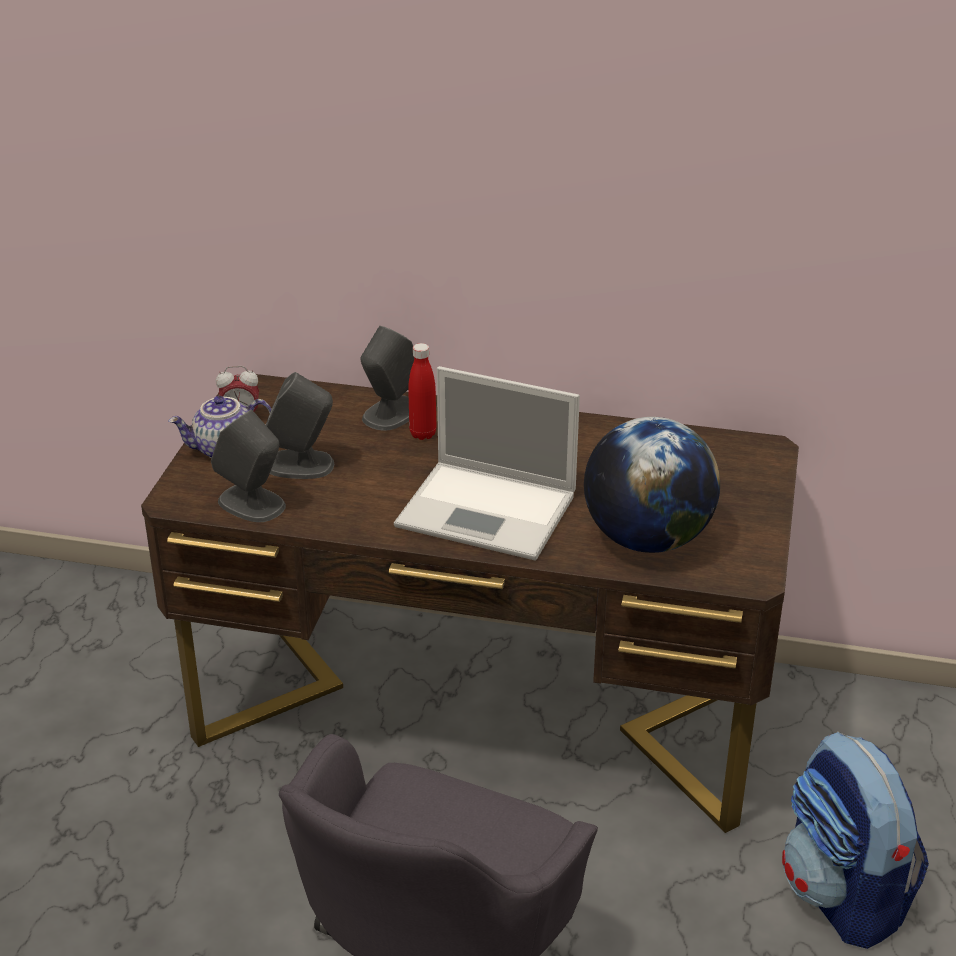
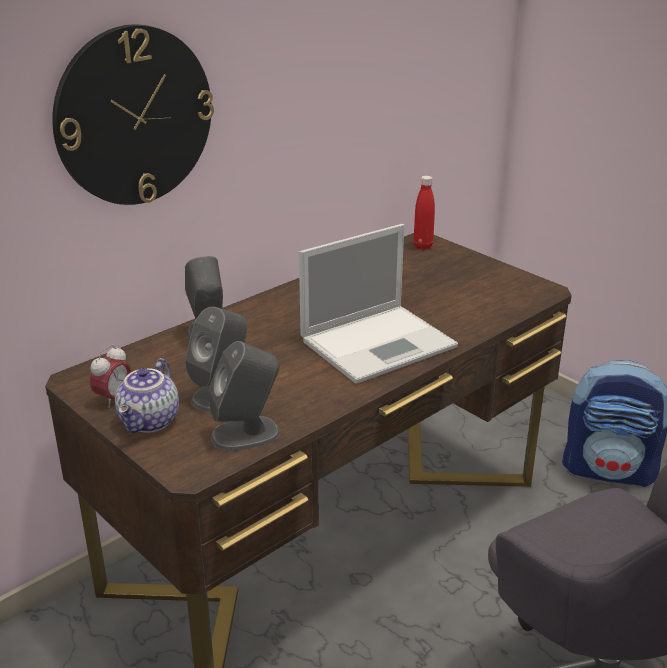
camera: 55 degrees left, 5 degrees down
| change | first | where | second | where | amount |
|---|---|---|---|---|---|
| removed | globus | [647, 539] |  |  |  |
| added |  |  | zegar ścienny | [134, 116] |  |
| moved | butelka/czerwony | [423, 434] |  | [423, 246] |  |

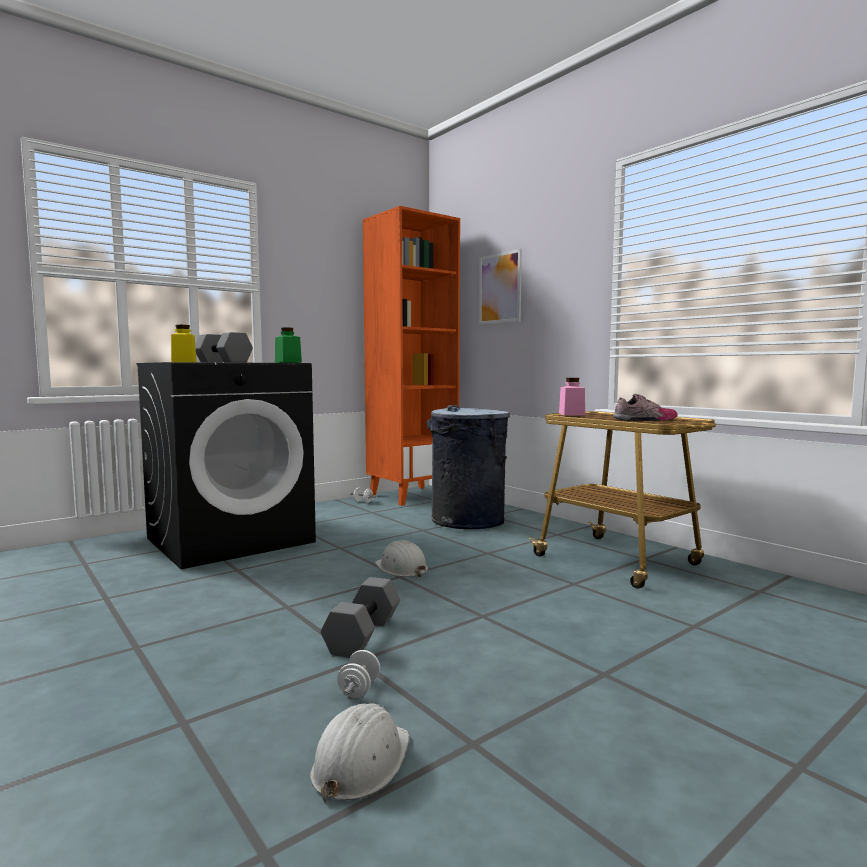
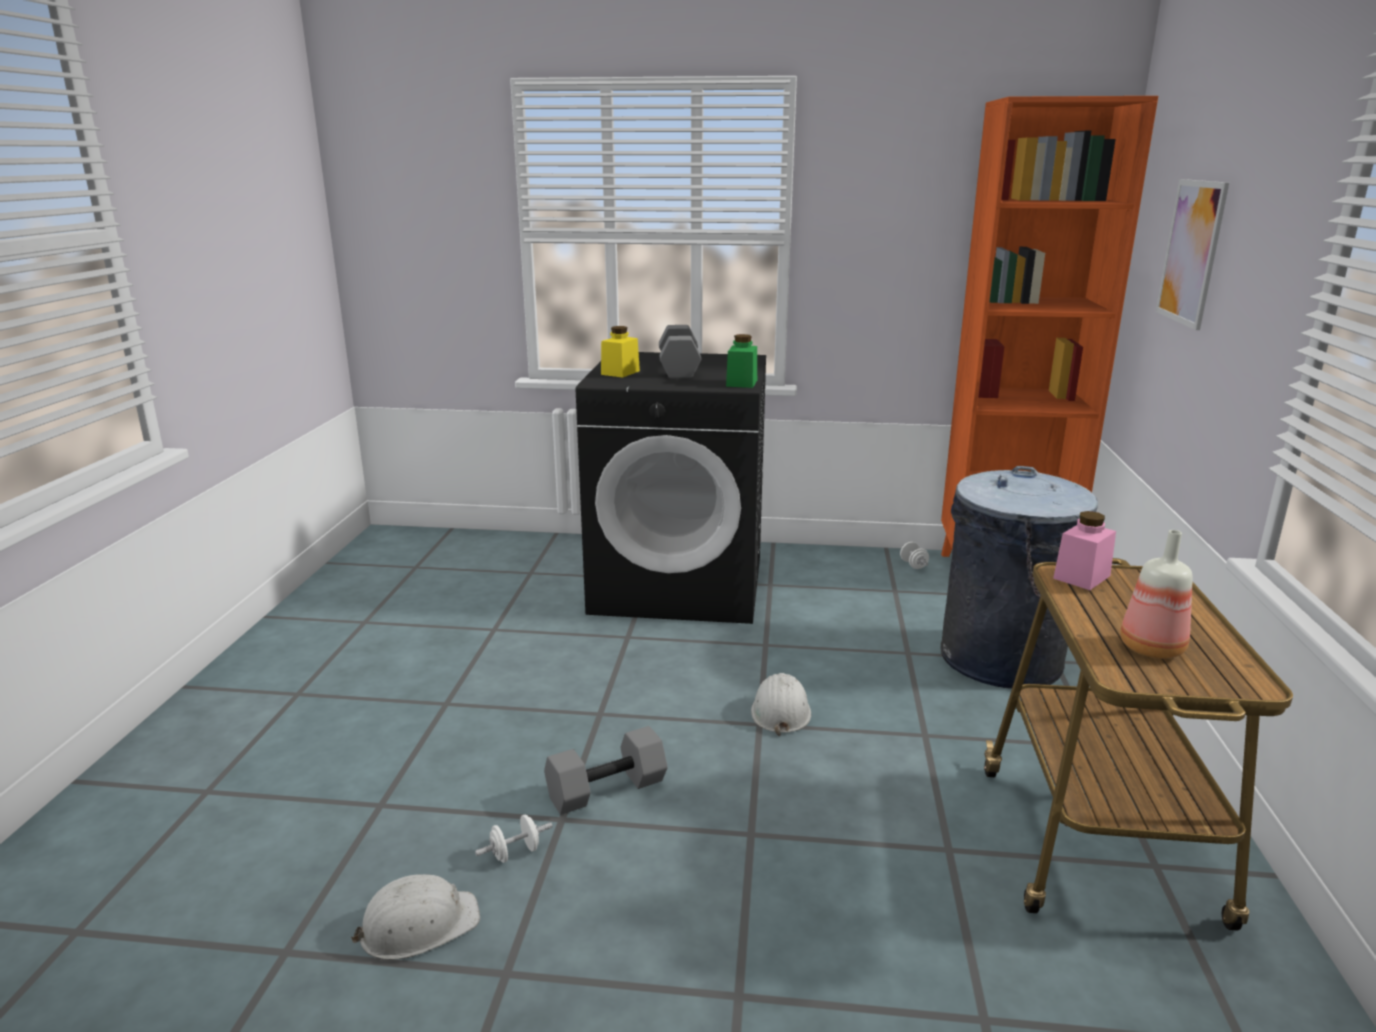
camera: 45 degrees right, 15 degrees up
| change | first | where | second | where | amount |
|---|---|---|---|---|---|
| replaced | but | [646, 420] | butelka | [1150, 647] |  |

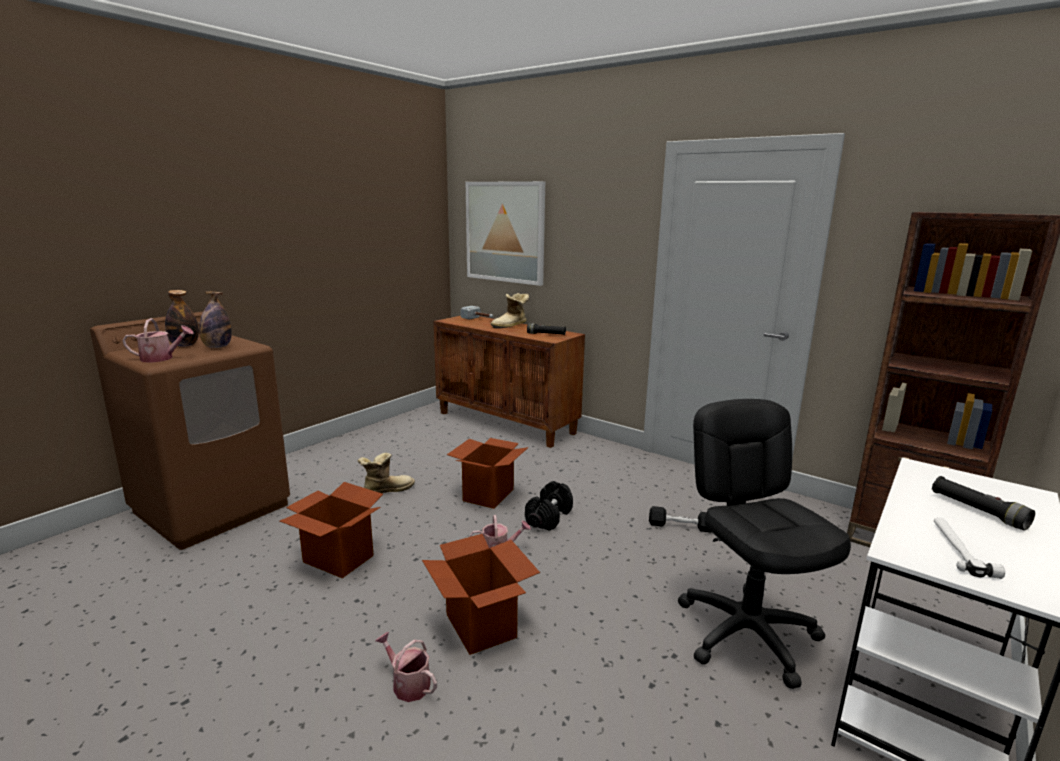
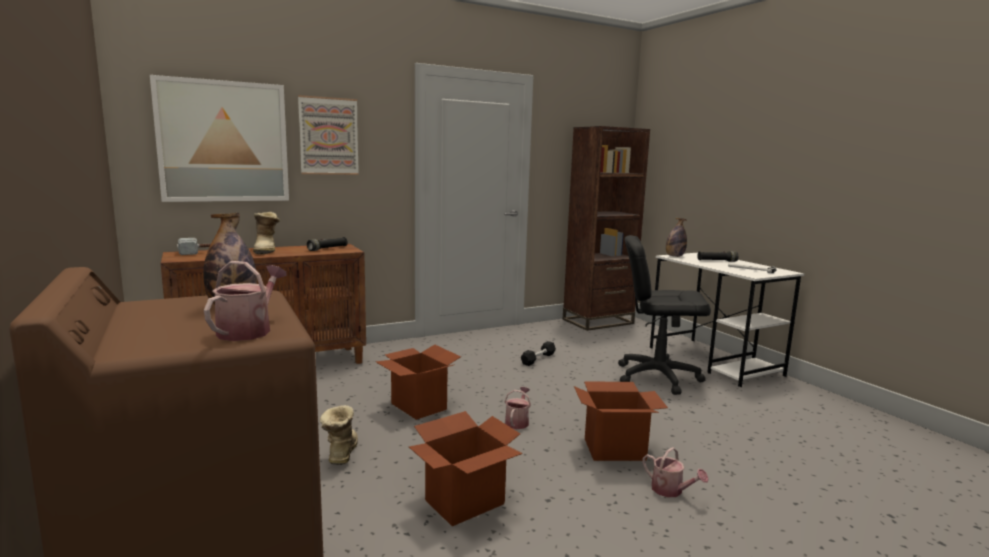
camera: 65 degrees left, 5 degrees down
| change | first | where | second | where | amount |
|---|---|---|---|---|---|
| removed | hantel/czarny | [549, 517] |  |  |  |
| added |  |  | obraz | [328, 136] |  |
| moved | butelka | [184, 345] |  | [674, 256] |  |
| turned | konewka | [407, 684] |  | [671, 491] | 105 degrees counterclockwise |

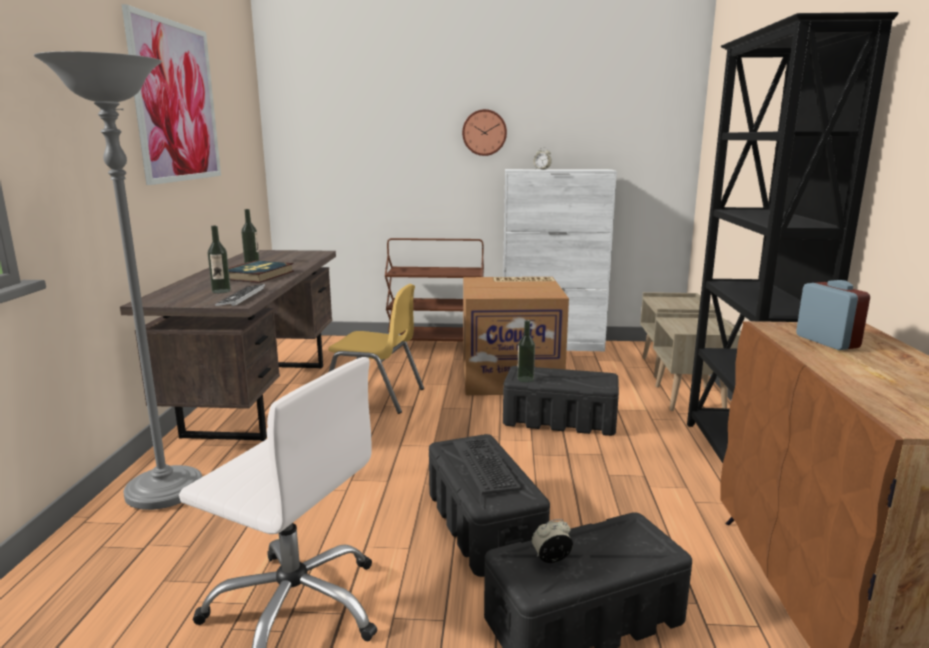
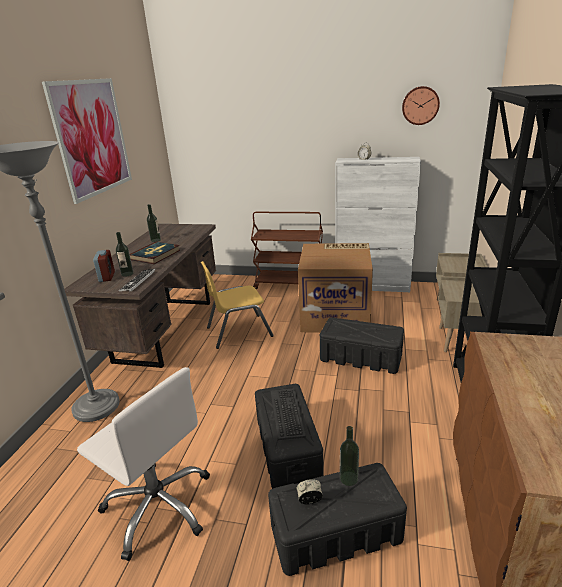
camera: 10 degrees right, 10 degrees up
| change | first | where | second | where | amount |
|---|---|---|---|---|---|
| moved | zegar ścienny | [484, 132] |  | [420, 105] |  |
| moved | butelka | [525, 379] |  | [348, 478] |  |
| moved | budzik | [827, 342] |  | [107, 277] |  |
| turned | krzesło/żółty | [374, 396] |  | [238, 331] | 135 degrees clockwise |

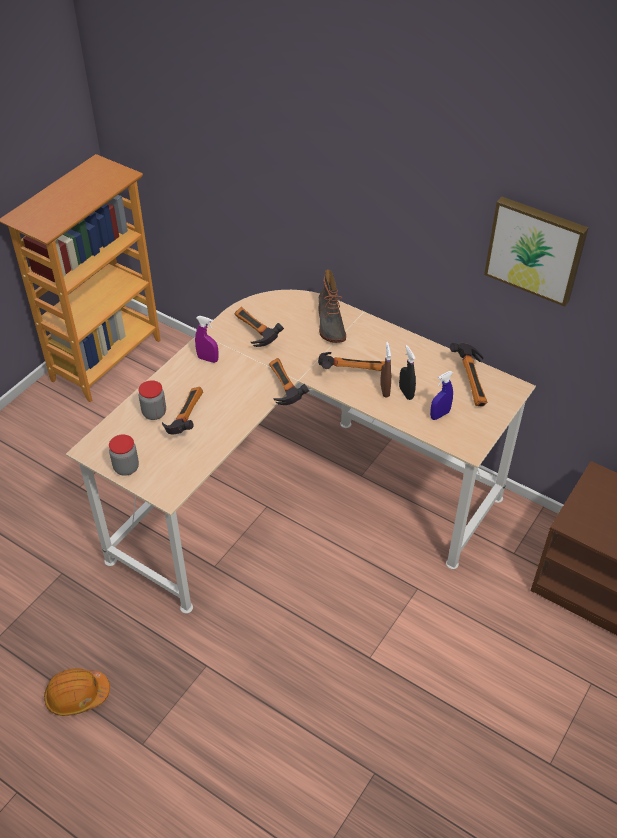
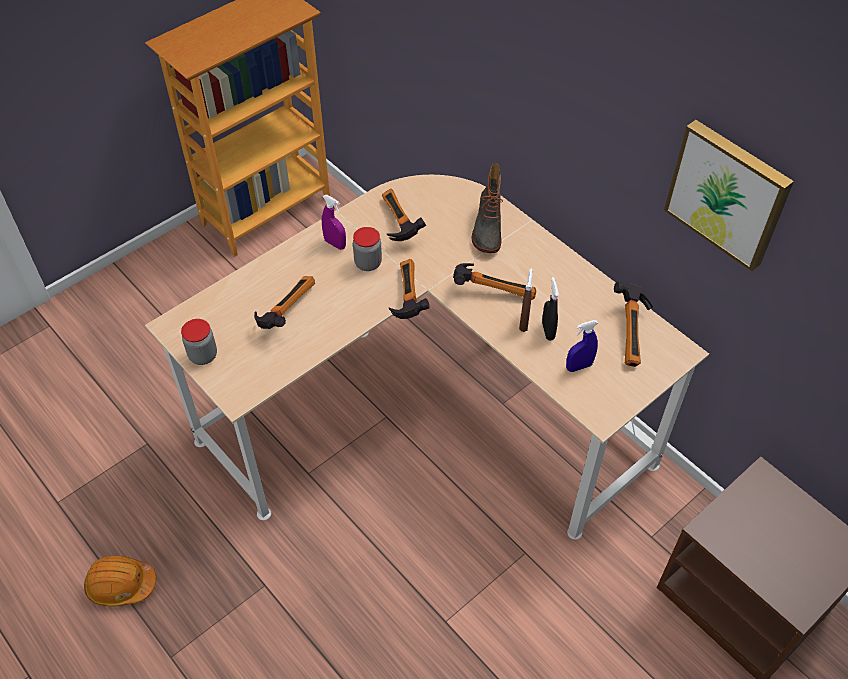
camera: 15 degrees right, 5 degrees up
| change | first | where | second | where | amount |
|---|---|---|---|---|---|
| moved | słoik | [154, 413] |  | [368, 263] |  |

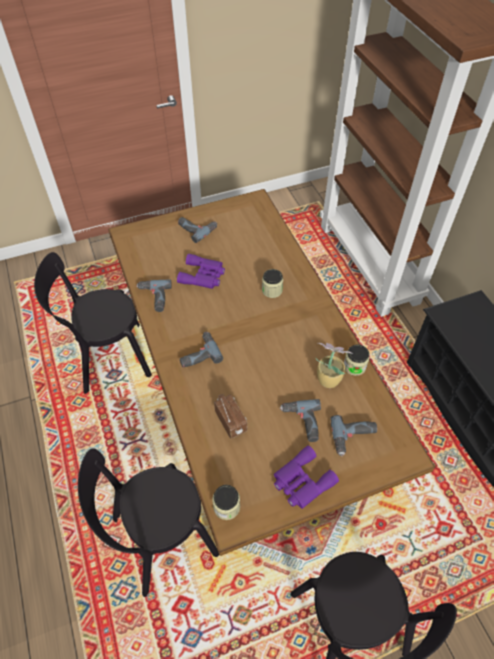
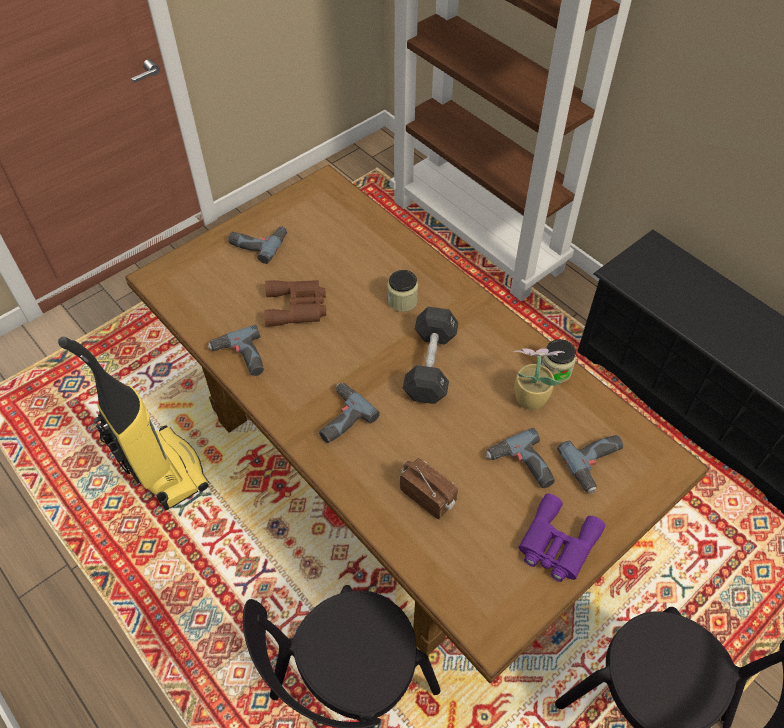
camera: 20 degrees left, 0 degrees up
| change | first | where | second | where | amount |
|---|---|---|---|---|---|
| removed | słoik | [226, 506] |  |  |  |
| added |  |  | hantel/czarny | [430, 365] |  |
| replaced | krzesło/czarny | [108, 358] | odkurzacz | [165, 470] |  |
| recoloured | lornetka/fioletowy | [203, 276] | lornetka/brązowy | [297, 307] |  |

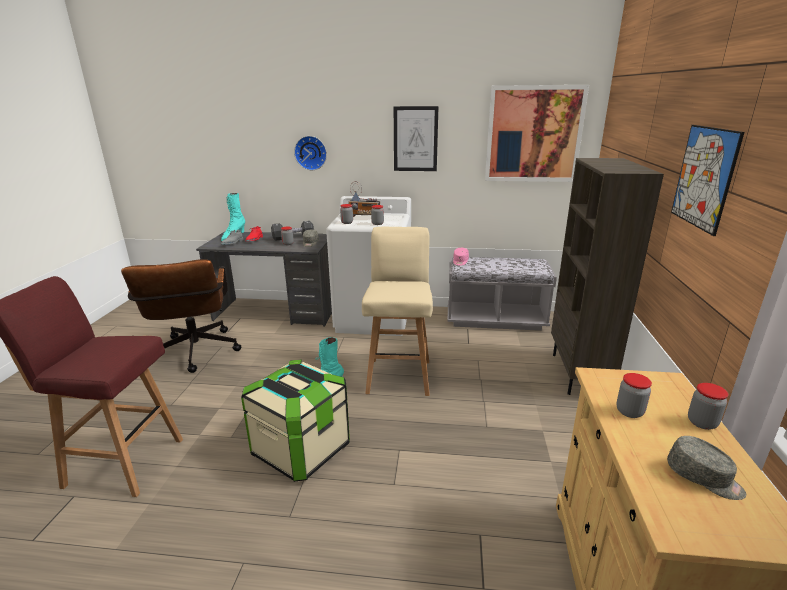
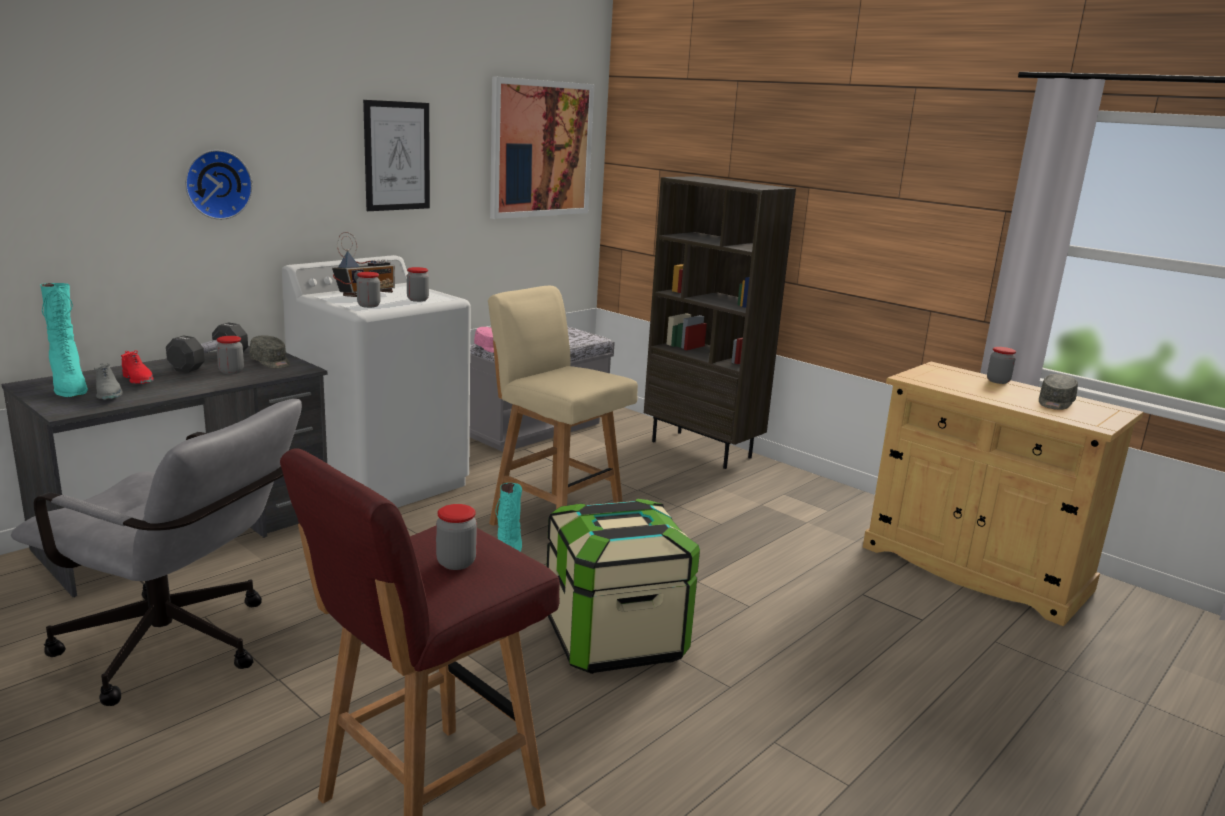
camera: 55 degrees left, 5 degrees down
| change | first | where | second | where | amount |
|---|---|---|---|---|---|
| removed | obraz | [704, 177] |  |  |  |
| moved | słoik | [629, 411] |  | [456, 562] |  |
| recoloured | krzesło biurowe/brązowy | [195, 355] | krzesło biurowe/szary | [180, 650] |  |
| turned | czapka z daszkiem/szary | [704, 478] |  | [1055, 403] | 135 degrees clockwise |

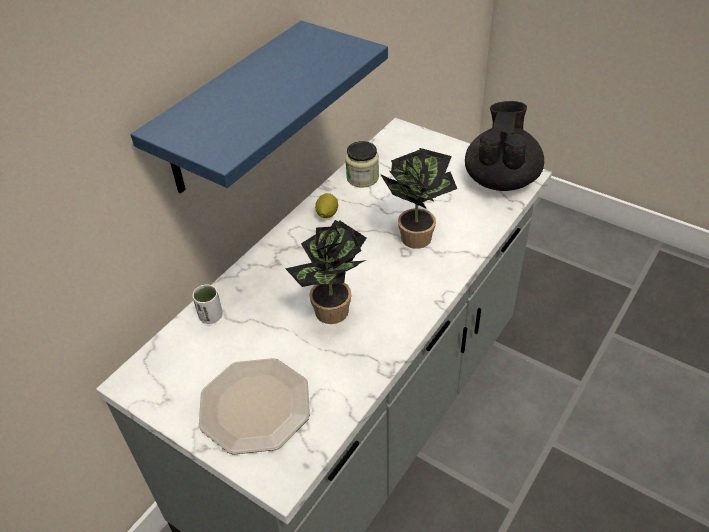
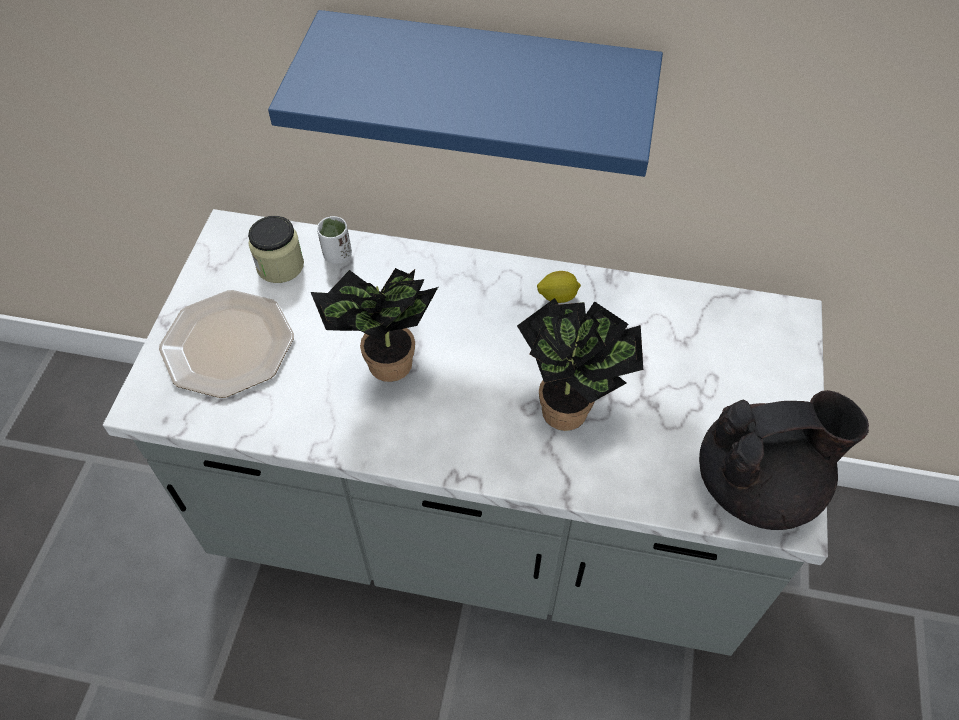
camera: 65 degrees right, 10 degrees up
| change | first | where | second | where | amount |
|---|---|---|---|---|---|
| moved | słoik | [362, 178] |  | [280, 266] |  |

